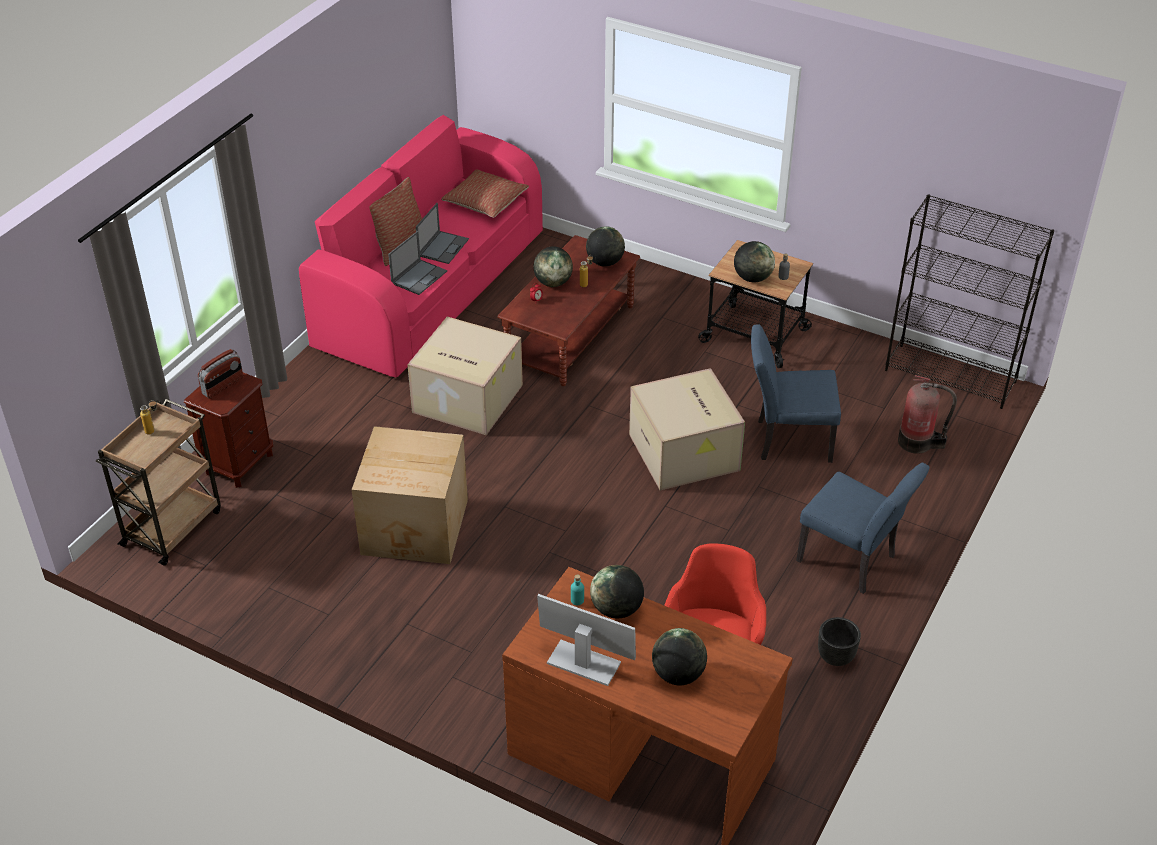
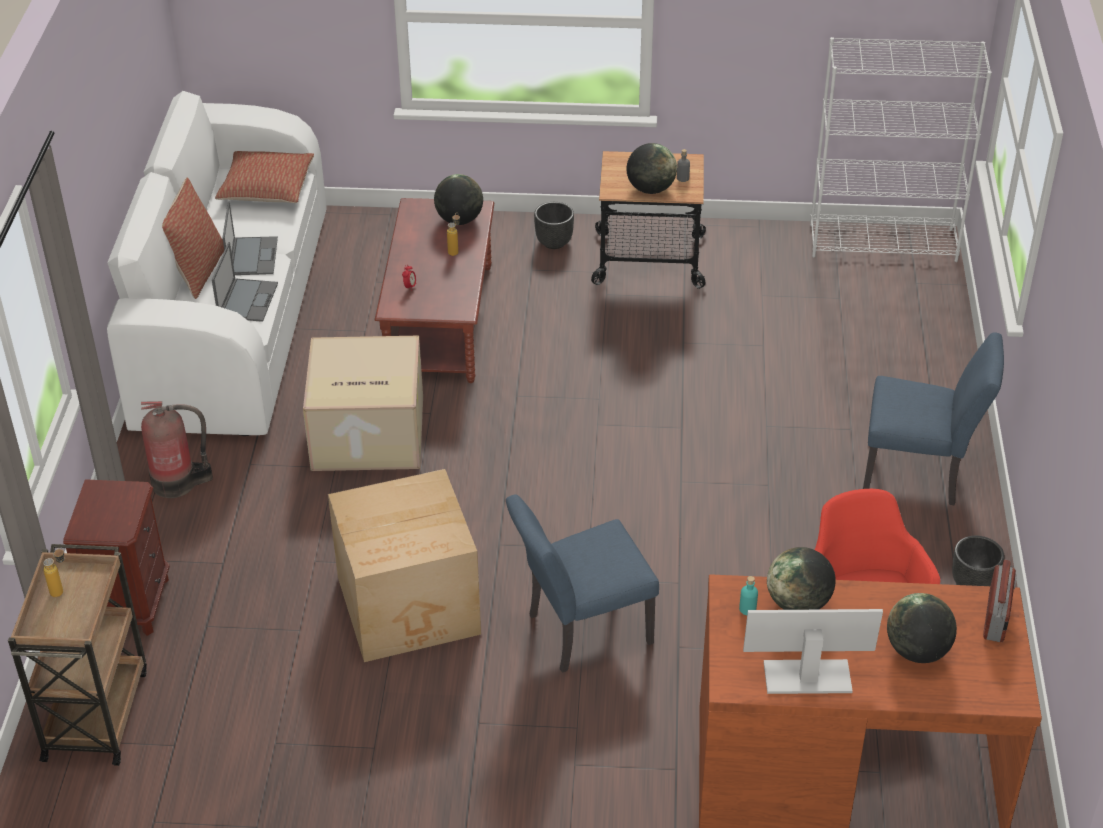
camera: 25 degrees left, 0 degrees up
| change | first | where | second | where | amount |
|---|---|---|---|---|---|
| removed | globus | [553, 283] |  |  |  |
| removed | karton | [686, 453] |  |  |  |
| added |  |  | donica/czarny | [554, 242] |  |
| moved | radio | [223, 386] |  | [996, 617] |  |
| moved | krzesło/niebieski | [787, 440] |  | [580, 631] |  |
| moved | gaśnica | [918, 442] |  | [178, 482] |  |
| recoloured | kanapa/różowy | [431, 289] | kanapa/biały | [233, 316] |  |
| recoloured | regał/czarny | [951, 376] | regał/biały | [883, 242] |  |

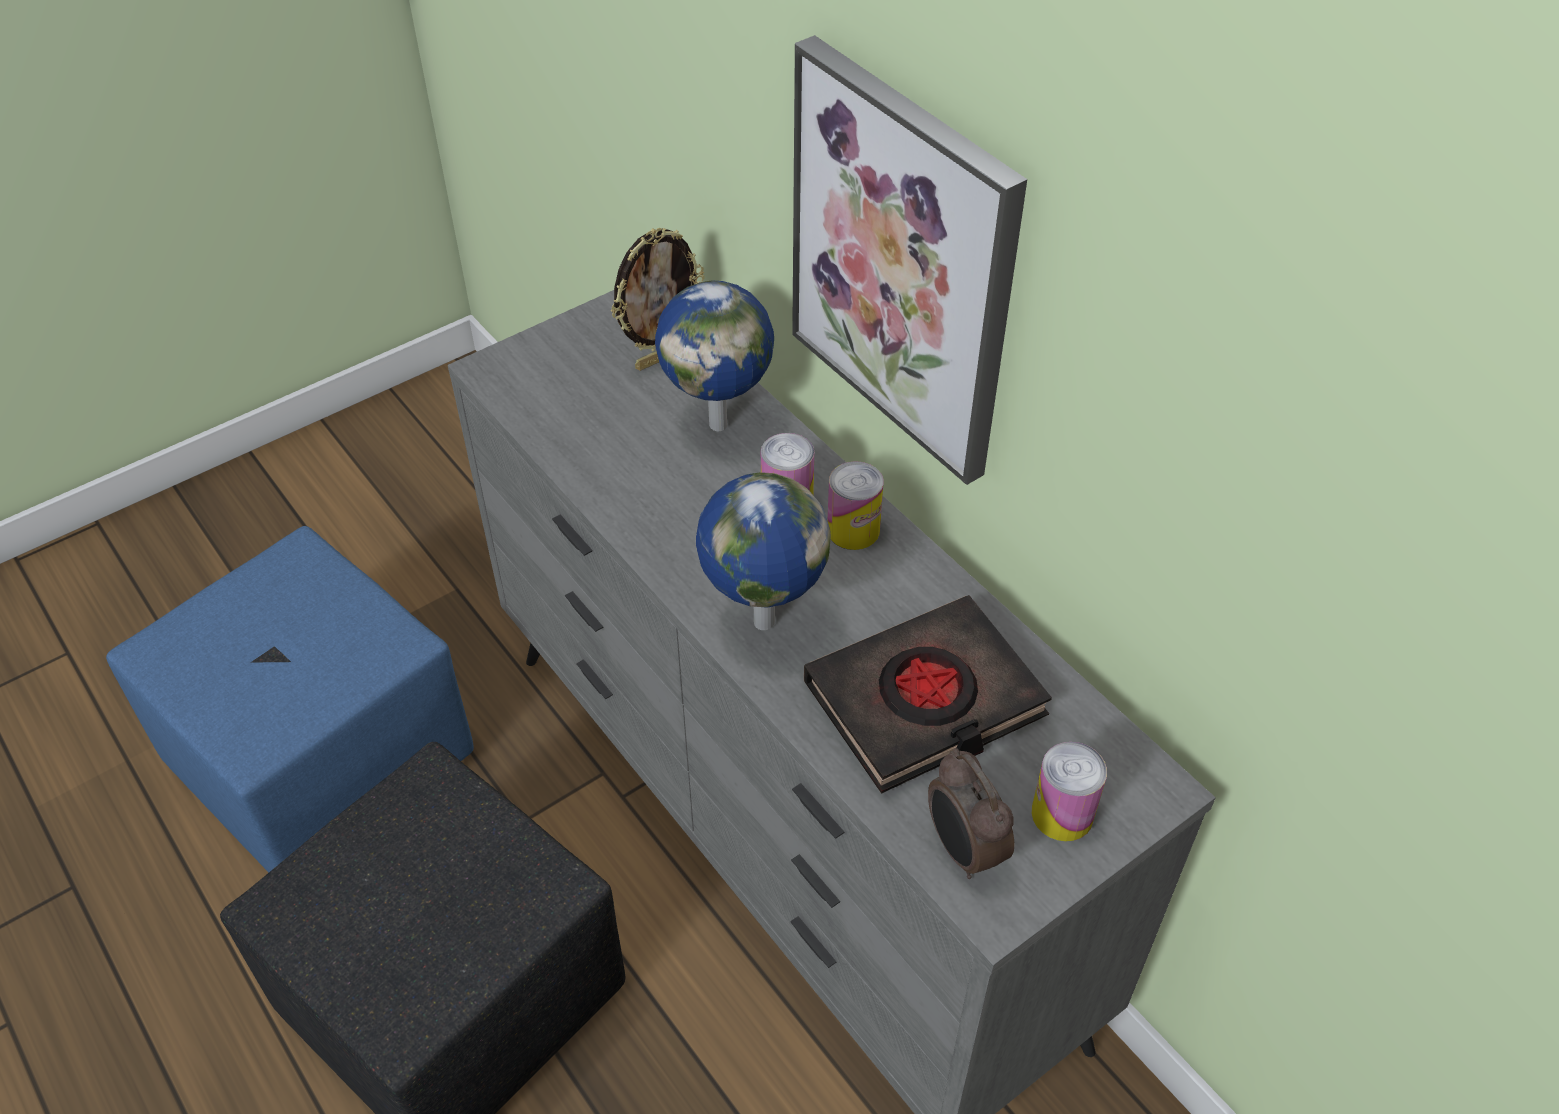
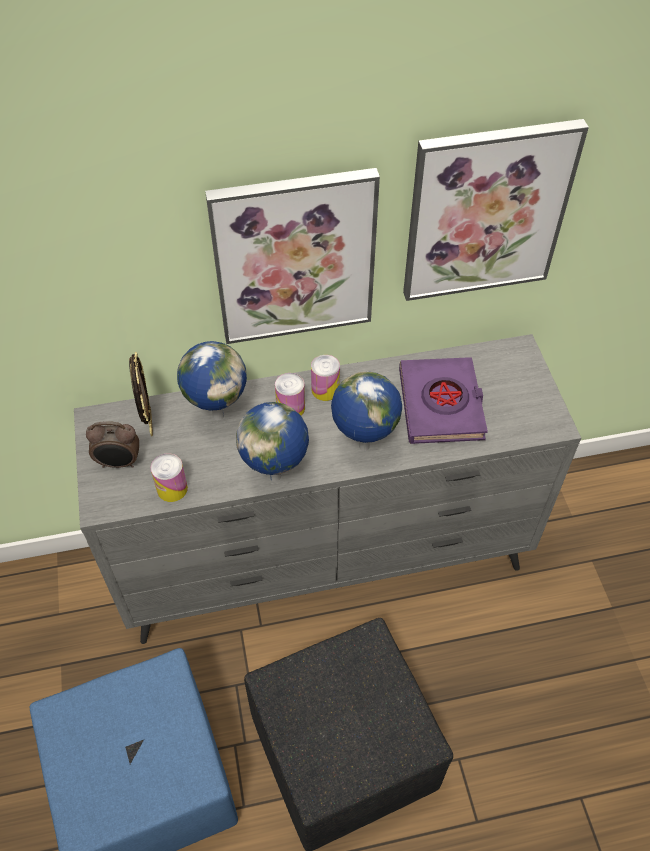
camera: 65 degrees left, 5 degrees up
| change | first | where | second | where | amount |
|---|---|---|---|---|---|
| added |  |  | globus | [277, 477] |  |
| added |  |  | obraz | [486, 212] |  |
| moved | budzik | [963, 850] |  | [119, 463] |  |
| moved | puszka | [1062, 814] |  | [172, 489] |  |
| recoloured | książka/czarny | [925, 702] | książka/fioletowy | [441, 405] |  |

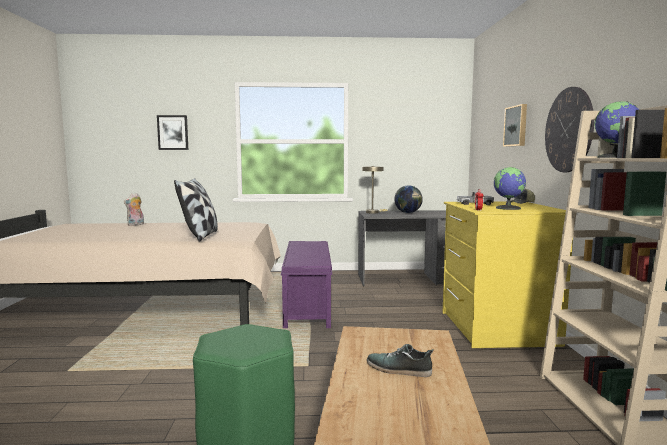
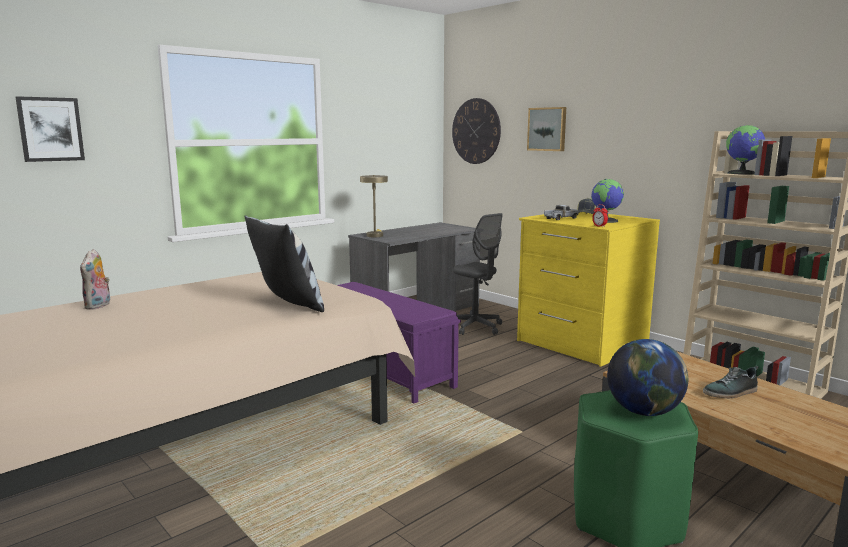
camera: 40 degrees left, 5 degrees up
| change | first | where | second | where | amount |
|---|---|---|---|---|---|
| added |  |  | krzesło biurowe/szary | [476, 327] |  |
| moved | globus | [408, 213] |  | [644, 412] |  |
| moved | zegar ścienny | [568, 130] |  | [476, 131] |  |

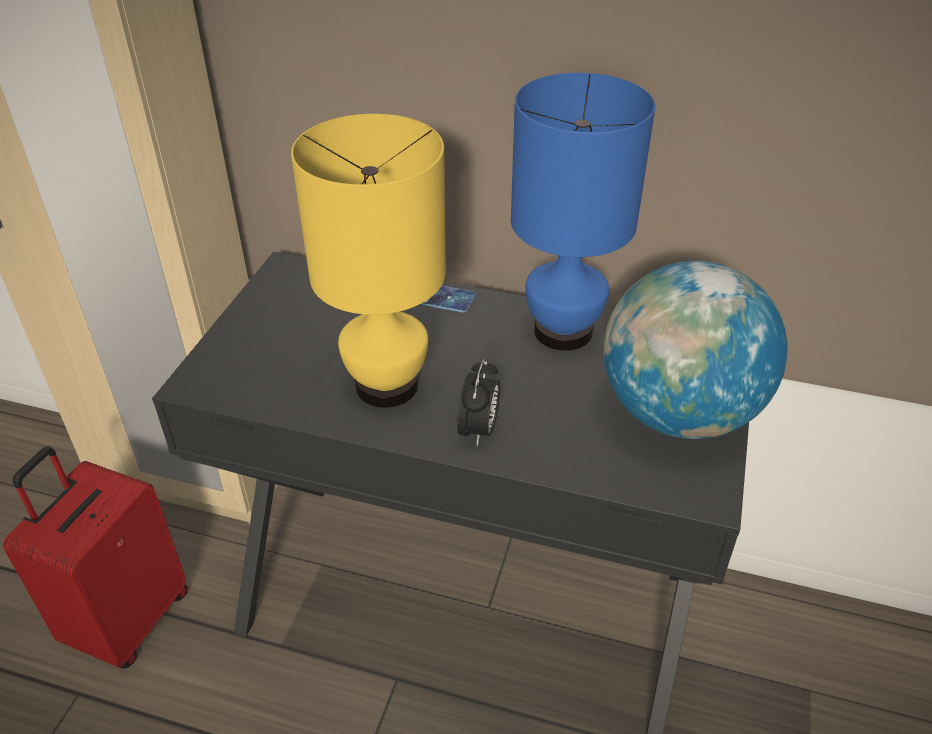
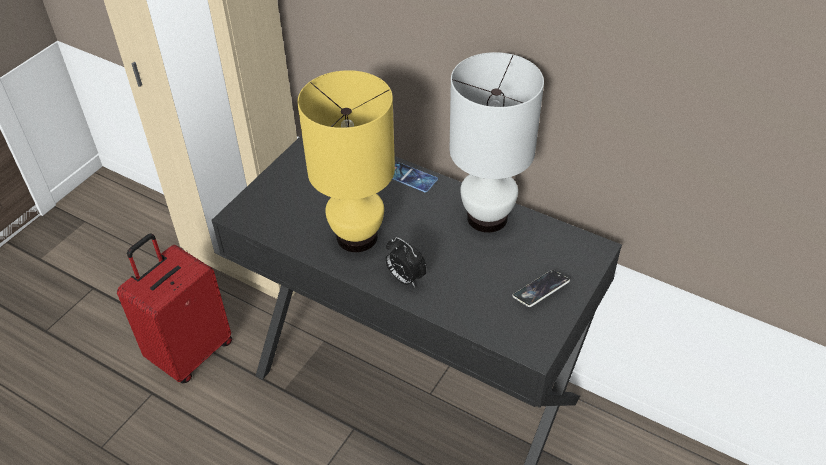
camera: 15 degrees right, 5 degrees up
| change | first | where | second | where | amount |
|---|---|---|---|---|---|
| replaced | globus | [678, 413] | telefon | [540, 290] |  |
| recoloured | lampa stołowa/niebieski | [563, 332] | lampa stołowa/biały | [487, 218] |  |
| turned | budzik | [479, 430] |  | [405, 278] | 105 degrees clockwise |

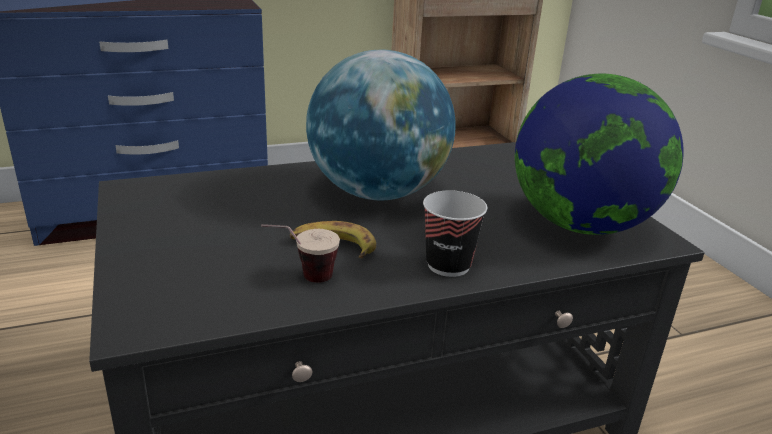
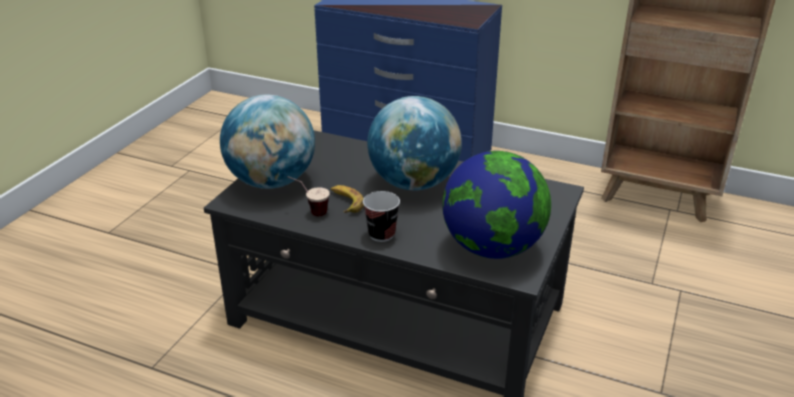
camera: 45 degrees right, 5 degrees up
| change | first | where | second | where | amount |
|---|---|---|---|---|---|
| added |  |  | globus | [271, 182] |  |

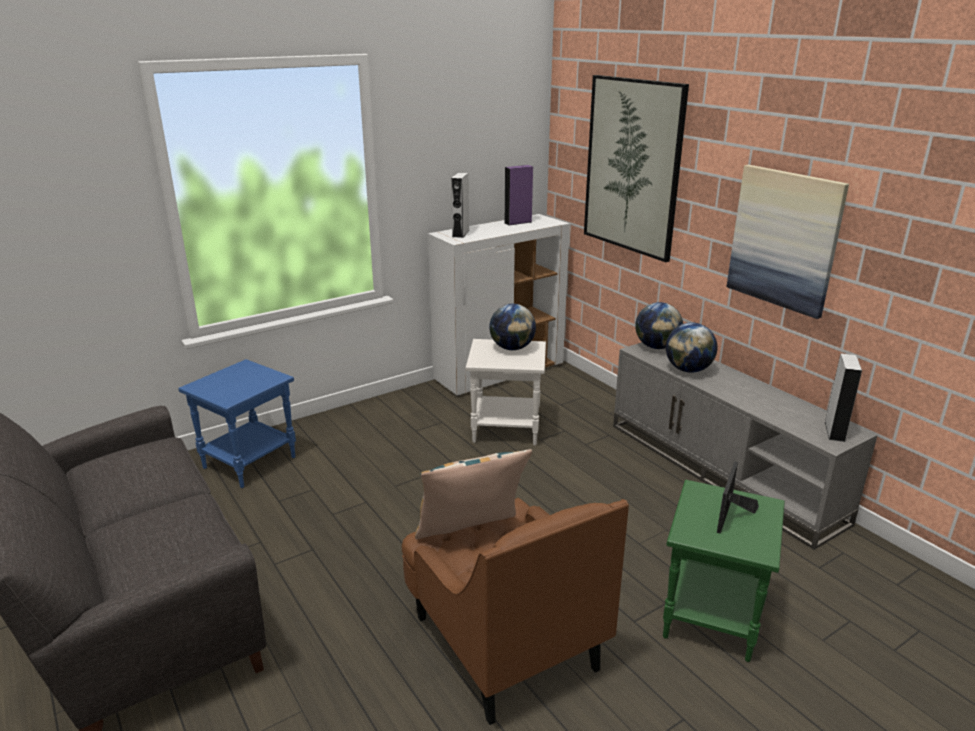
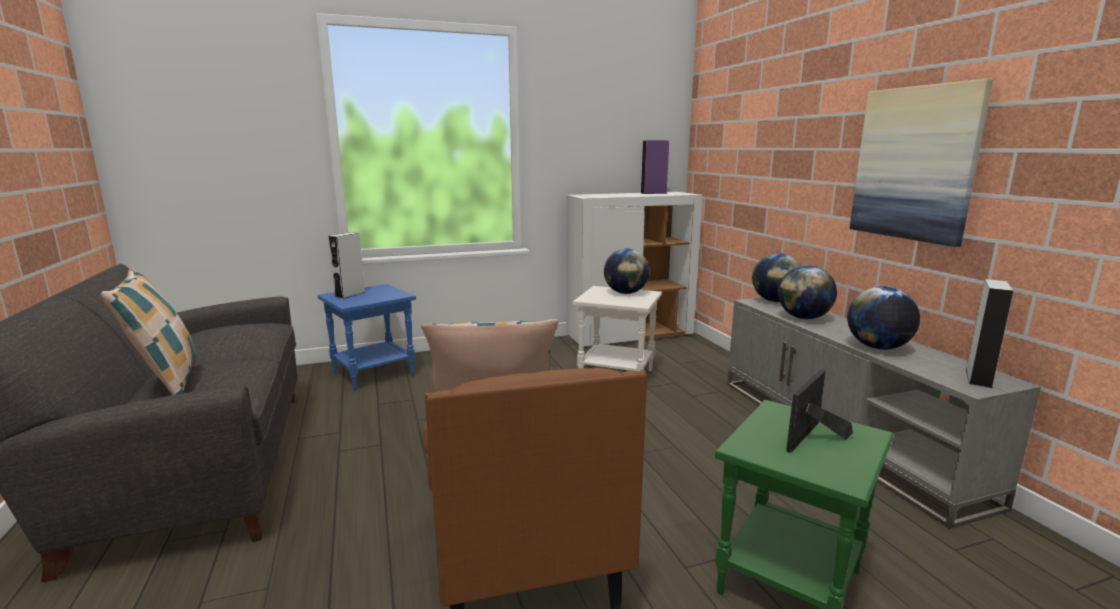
camera: 15 degrees right, 10 degrees down
| change | first | where | second | where | amount |
|---|---|---|---|---|---|
| removed | obraz | [632, 166] |  |  |  |
| added |  |  | poduszka | [166, 383] |  |
| added |  |  | globus | [878, 347] |  |
| moved | głośnik/szary | [460, 233] |  | [350, 294] |  |

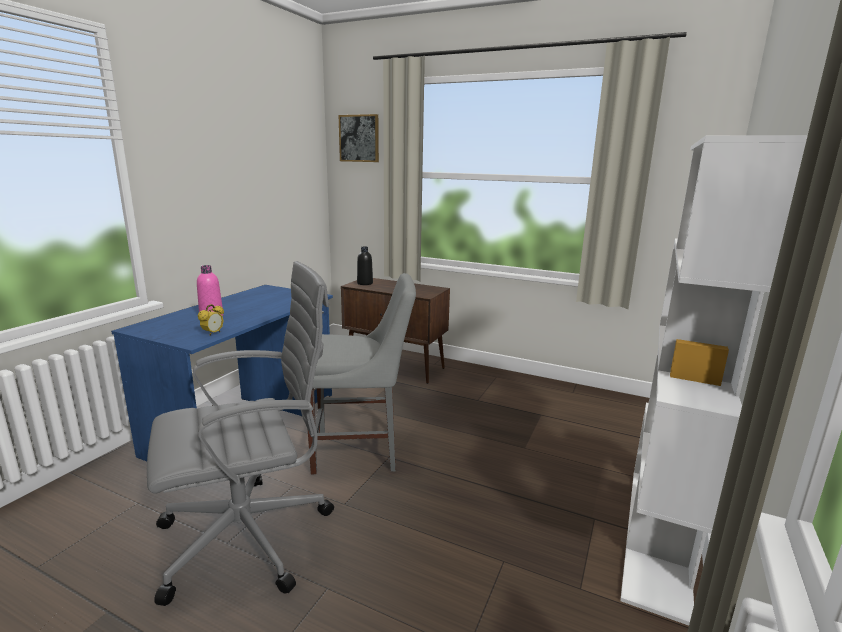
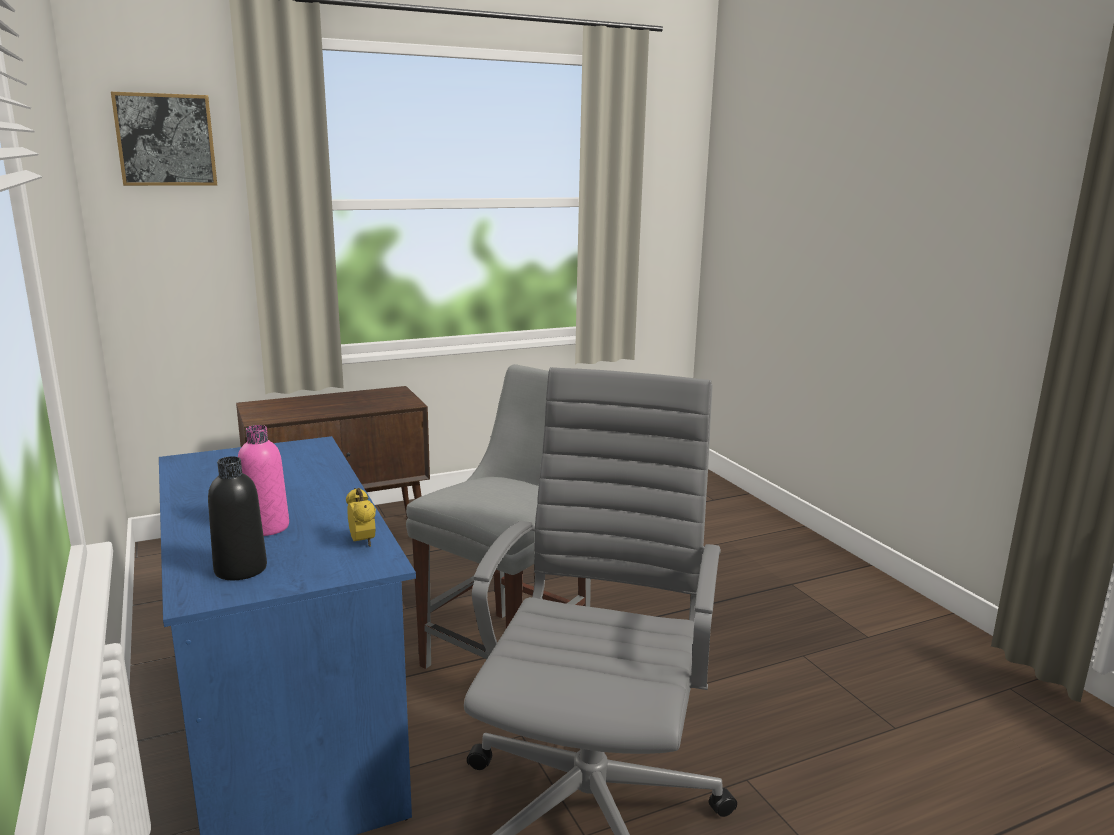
camera: 50 degrees left, 0 degrees up
| change | first | where | second | where | amount |
|---|---|---|---|---|---|
| removed | regał/biały | [659, 536] |  |  |  |
| moved | butelka/czarny | [365, 283] |  | [240, 569] |  |

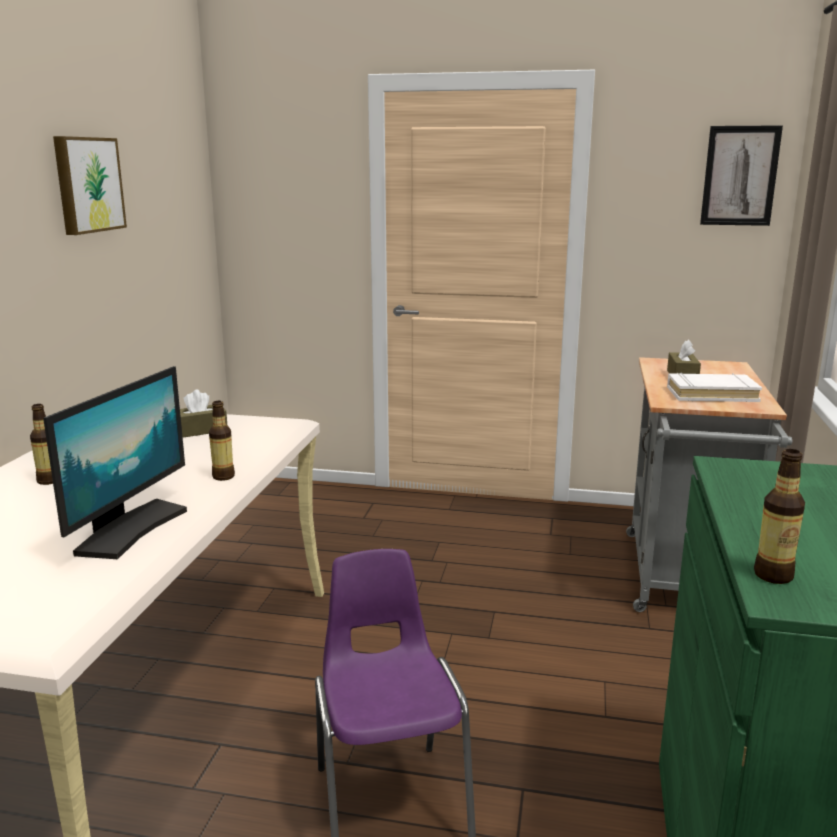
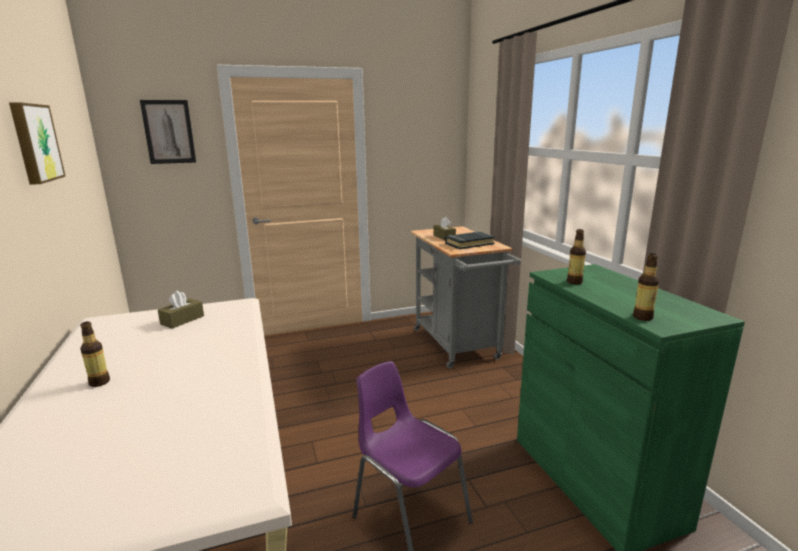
camera: 30 degrees left, 0 degrees up
| change | first | where | second | where | amount |
|---|---|---|---|---|---|
| removed | monitor | [130, 529] |  |  |  |
| moved | butelka | [223, 476] |  | [574, 282] |  |
| moved | obraz | [740, 176] |  | [169, 132] |  |
| recoloured | książka/biały | [711, 394] | książka/czarny | [469, 244] |  |

